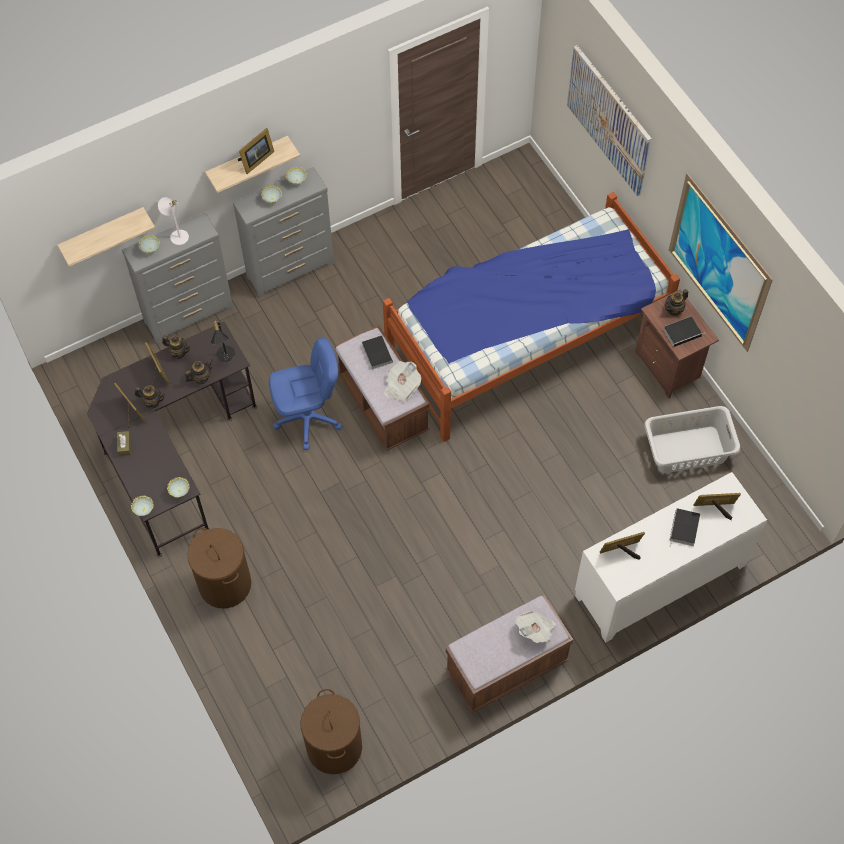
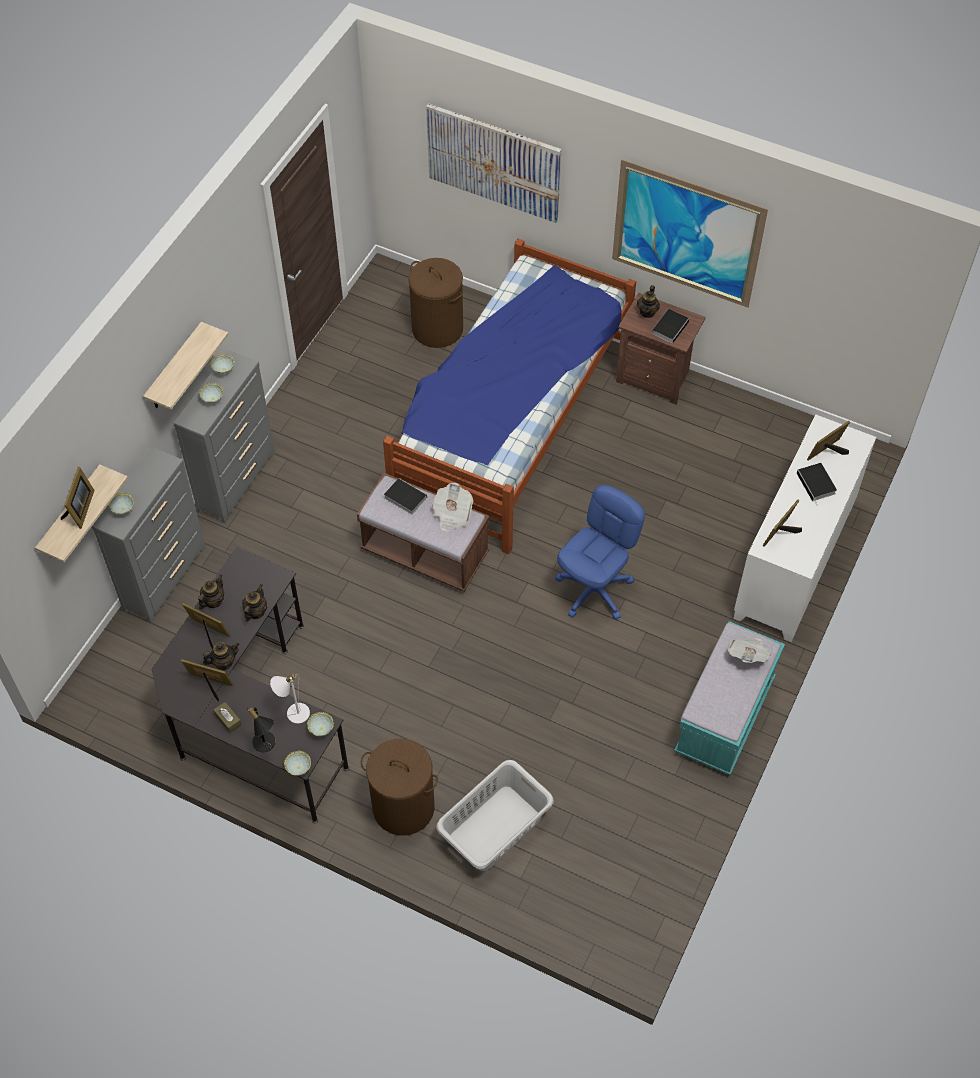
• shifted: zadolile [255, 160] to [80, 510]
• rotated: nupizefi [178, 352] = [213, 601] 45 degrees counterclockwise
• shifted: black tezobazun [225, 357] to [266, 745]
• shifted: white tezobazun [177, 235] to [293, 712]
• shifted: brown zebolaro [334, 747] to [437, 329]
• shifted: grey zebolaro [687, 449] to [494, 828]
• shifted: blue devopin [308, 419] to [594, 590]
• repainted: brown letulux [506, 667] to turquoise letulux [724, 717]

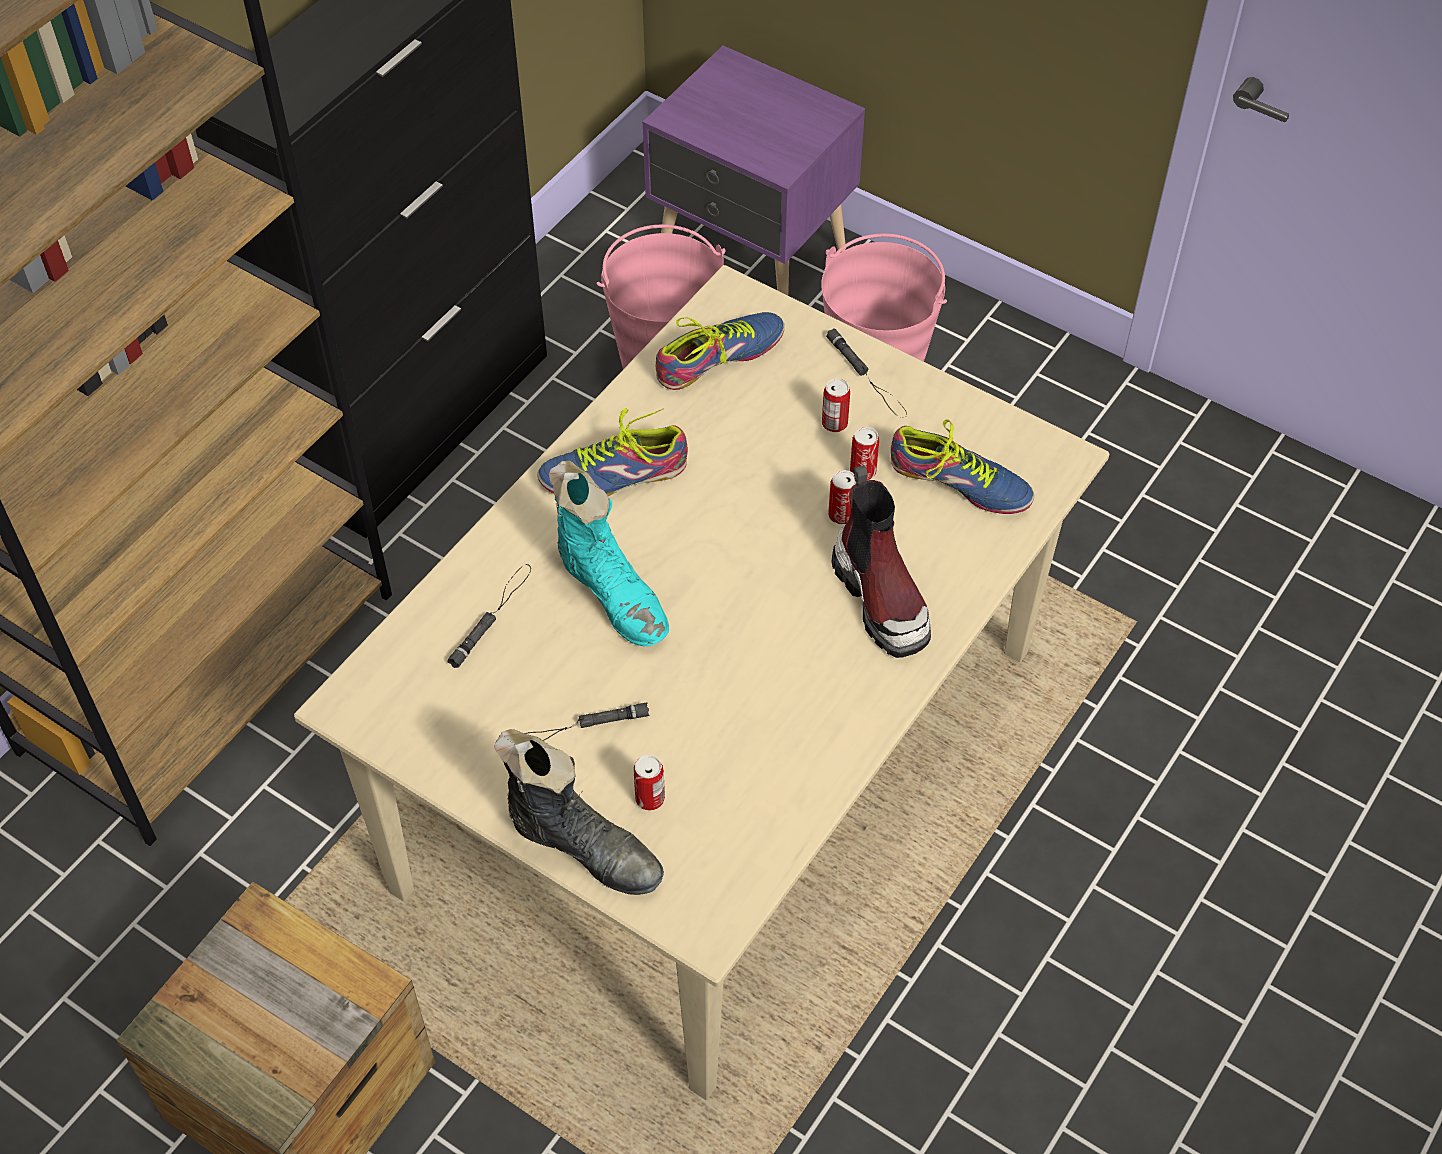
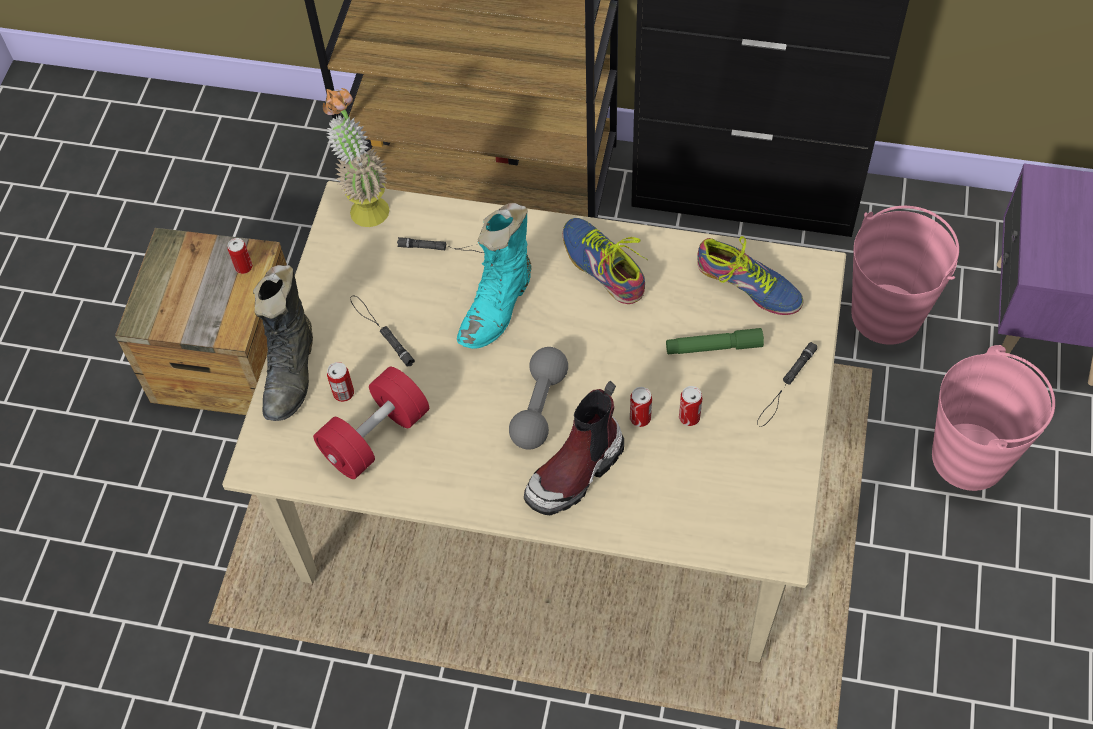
• shifted: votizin [834, 423] to [244, 267]
• new: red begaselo [375, 436]
• new: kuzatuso [365, 204]
• new: grey begaselo [539, 407]
• new: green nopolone [713, 347]
• gone: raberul [959, 482]

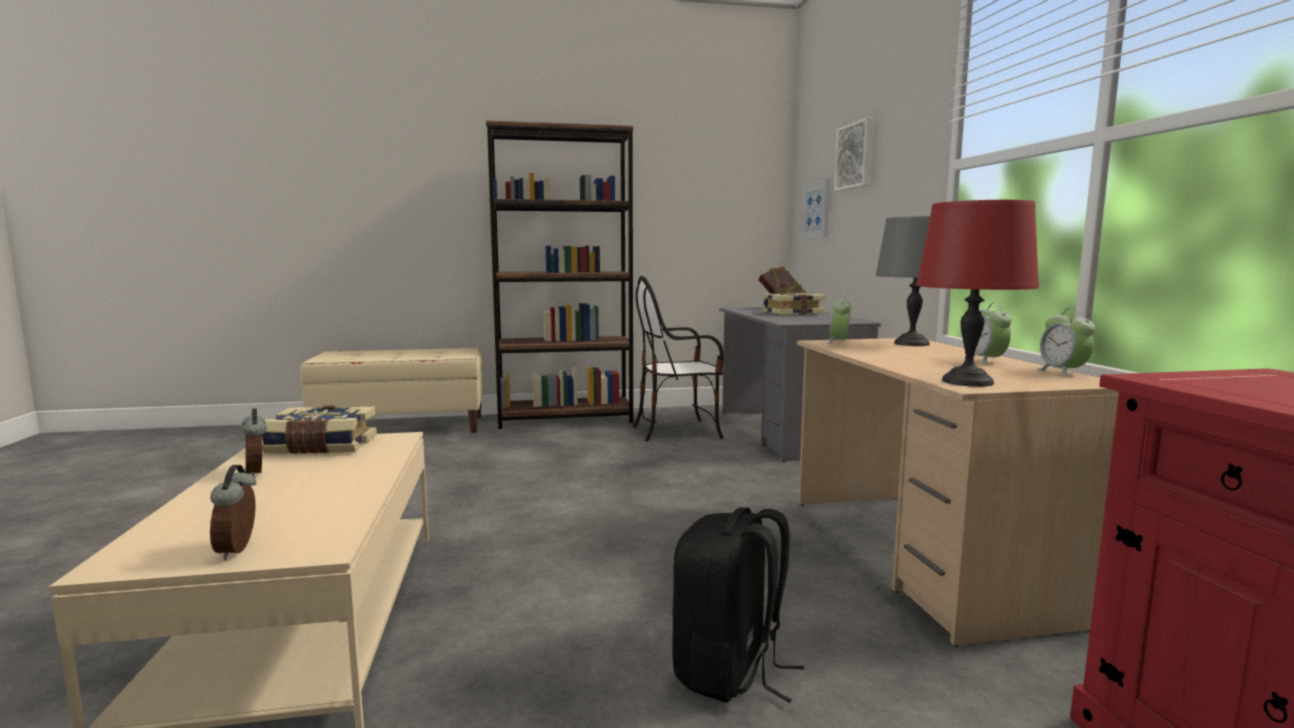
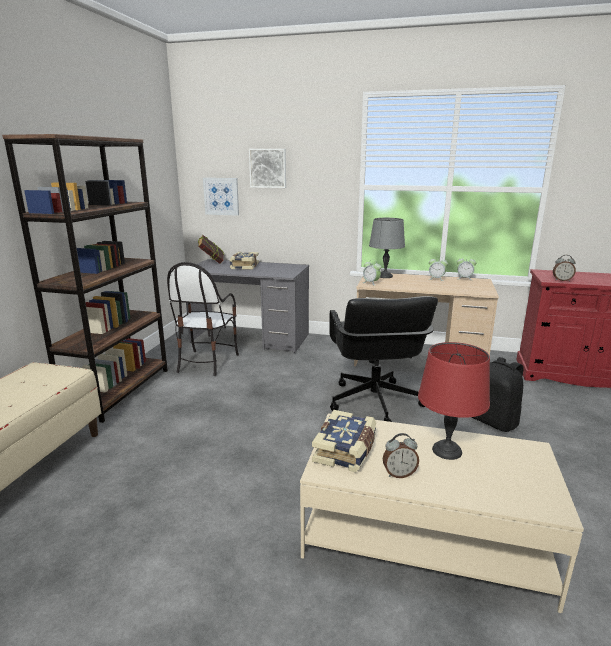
• new: black devopin [374, 402]
• shifted: red tezobazun [968, 382] to [447, 451]
• shifted: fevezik [239, 550] to [562, 280]

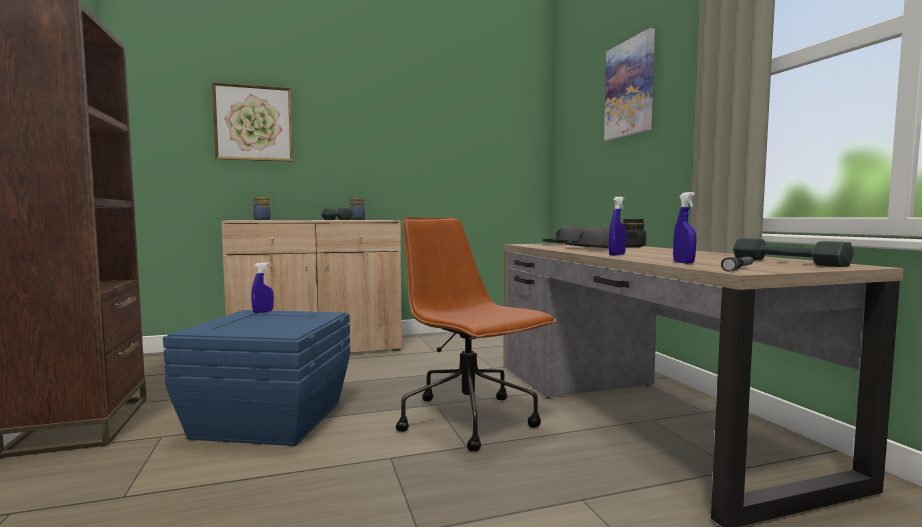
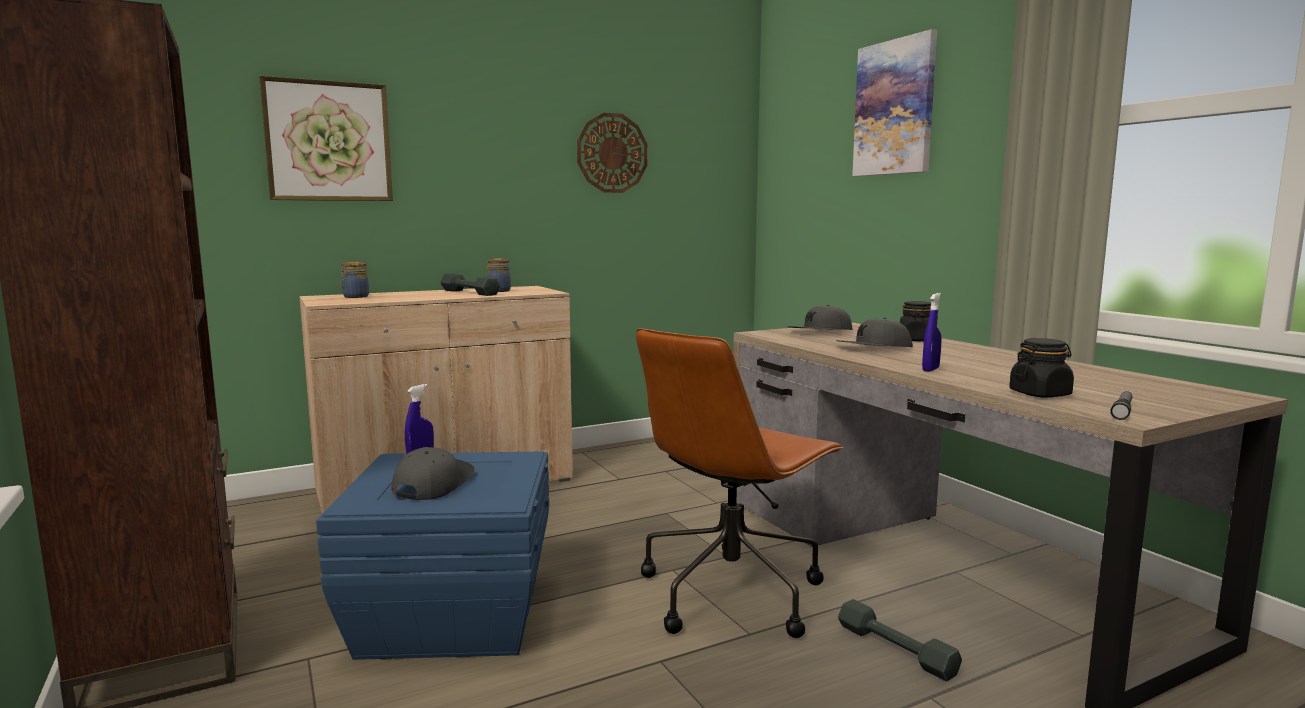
• new: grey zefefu [432, 483]
• new: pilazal [612, 153]
• rotated: brown devopin [469, 420] = [732, 592] 90 degrees counterclockwise
• shifted: grey begaselo [787, 262] to [895, 650]
• swapped: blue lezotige [683, 263] to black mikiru [1040, 394]

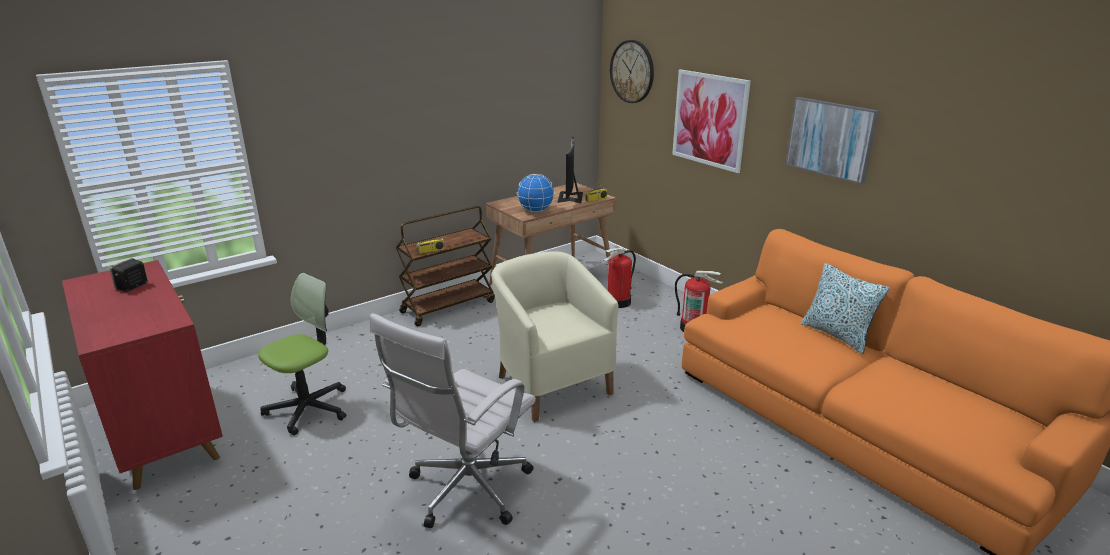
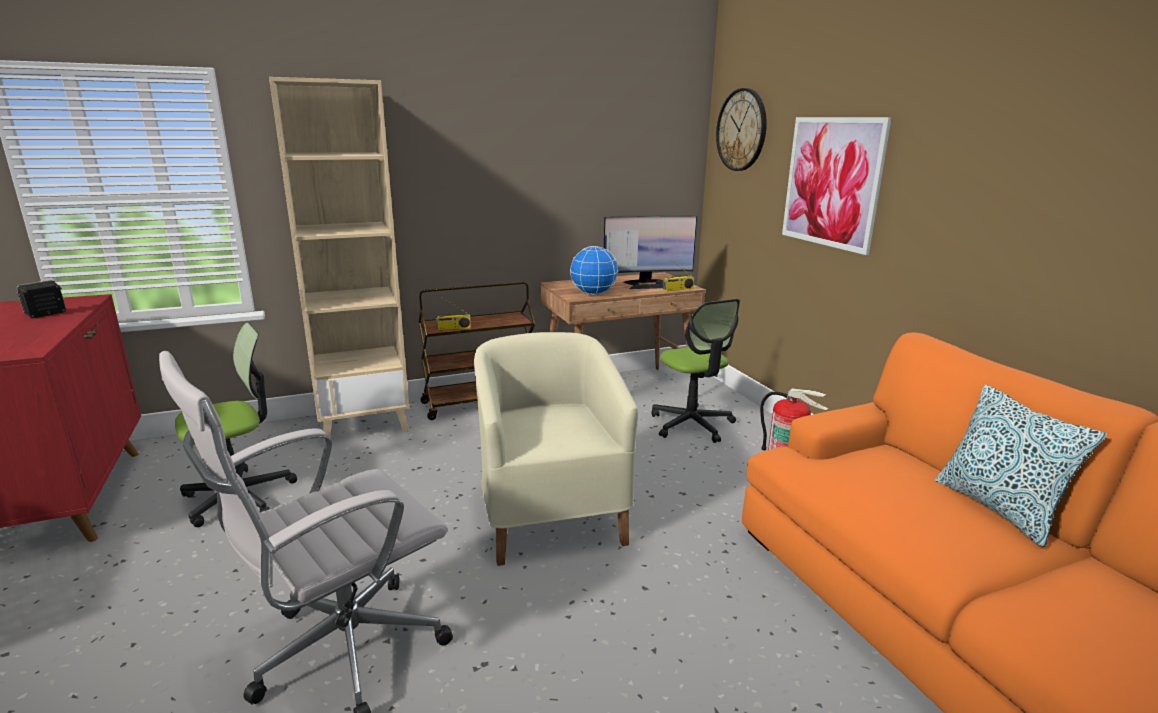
• new: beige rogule [365, 423]
• rotated: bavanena [570, 197] = [647, 284] 120 degrees counterclockwise
• swapped: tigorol [618, 302] to devopin [692, 424]
• gone: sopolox [830, 139]

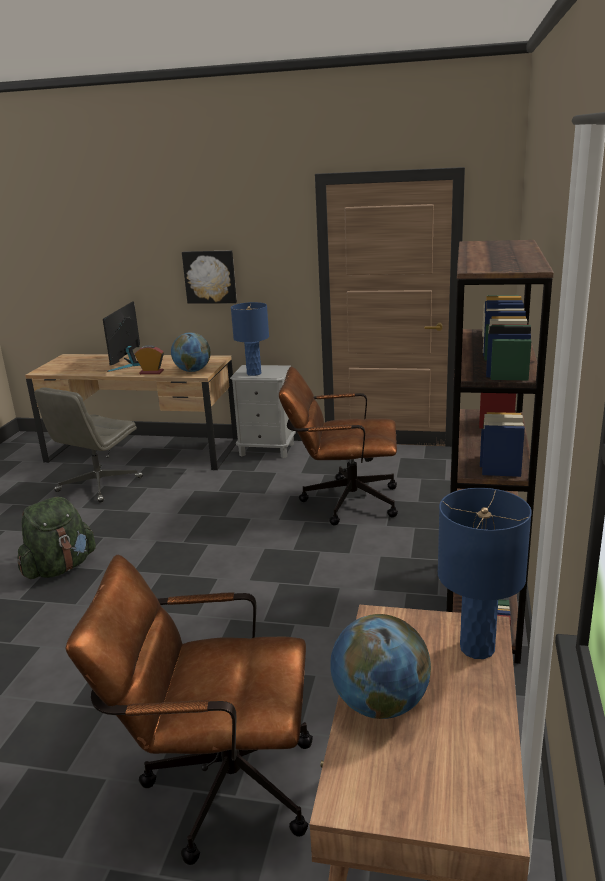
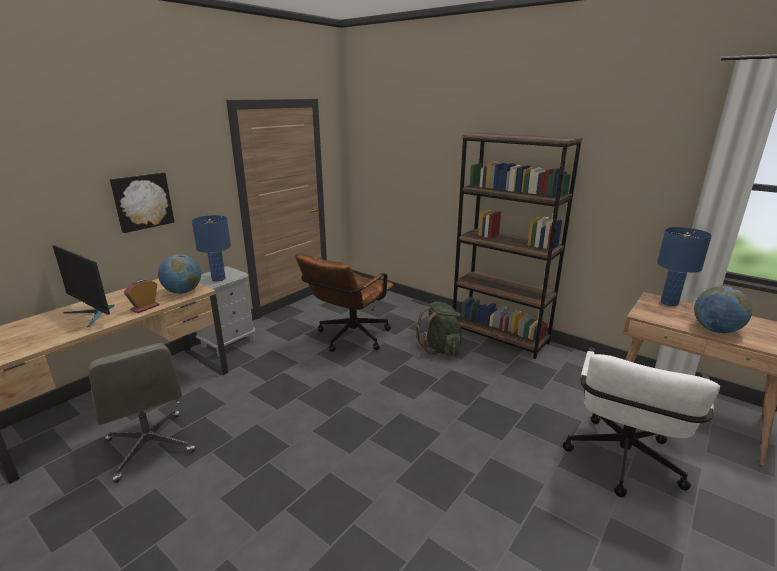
• shifted: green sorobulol [60, 568] to [441, 348]
• repainted: brown devopin [215, 784] to white devopin [621, 464]

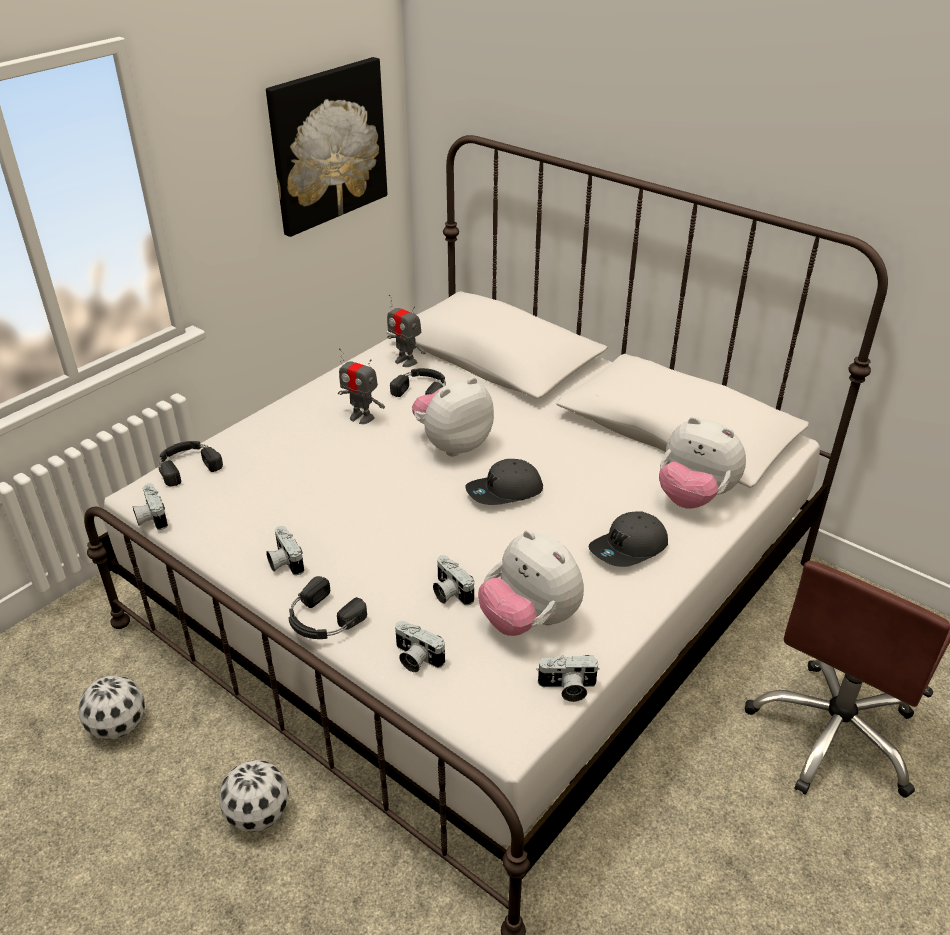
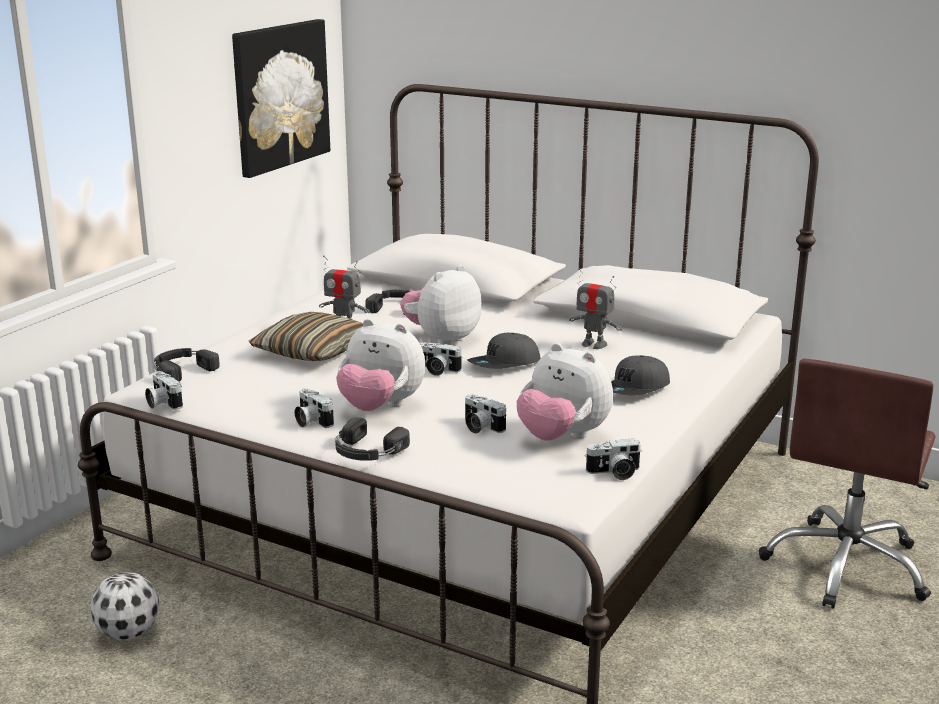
• new: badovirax [313, 351]
• shifted: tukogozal [694, 497] to [380, 407]
• shifted: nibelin [415, 658] to [437, 370]
• shifted: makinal [406, 361] to [594, 344]
• gone: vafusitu [258, 814]

